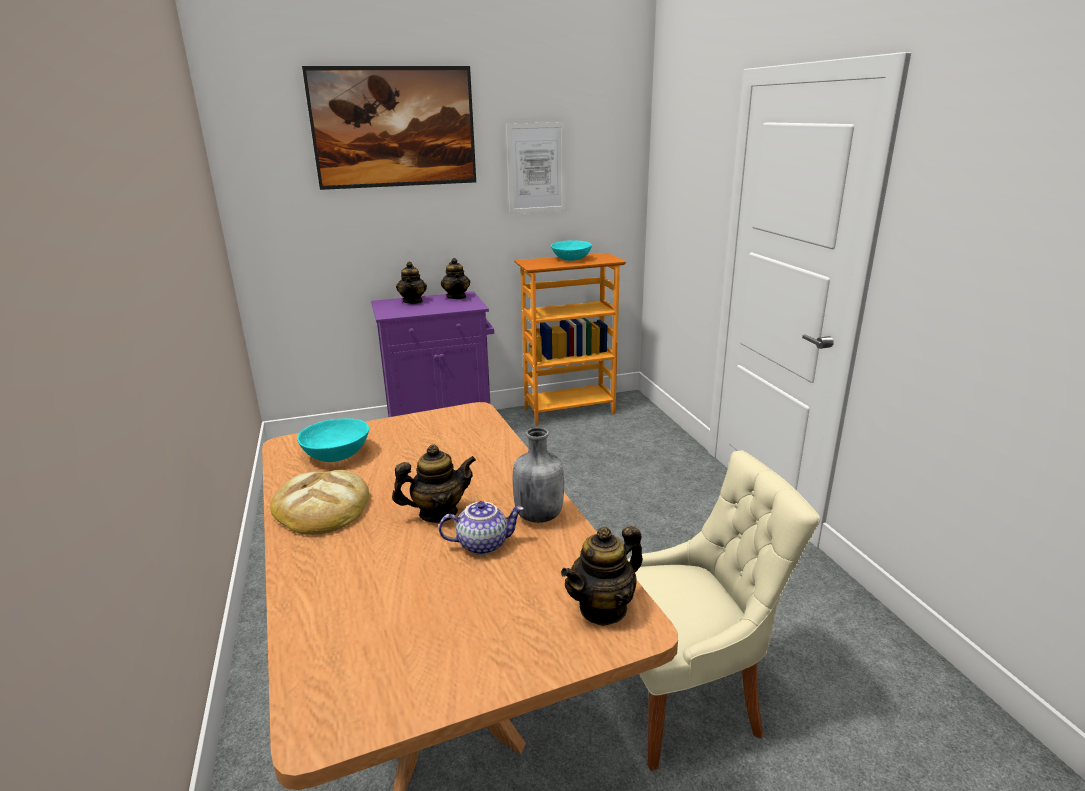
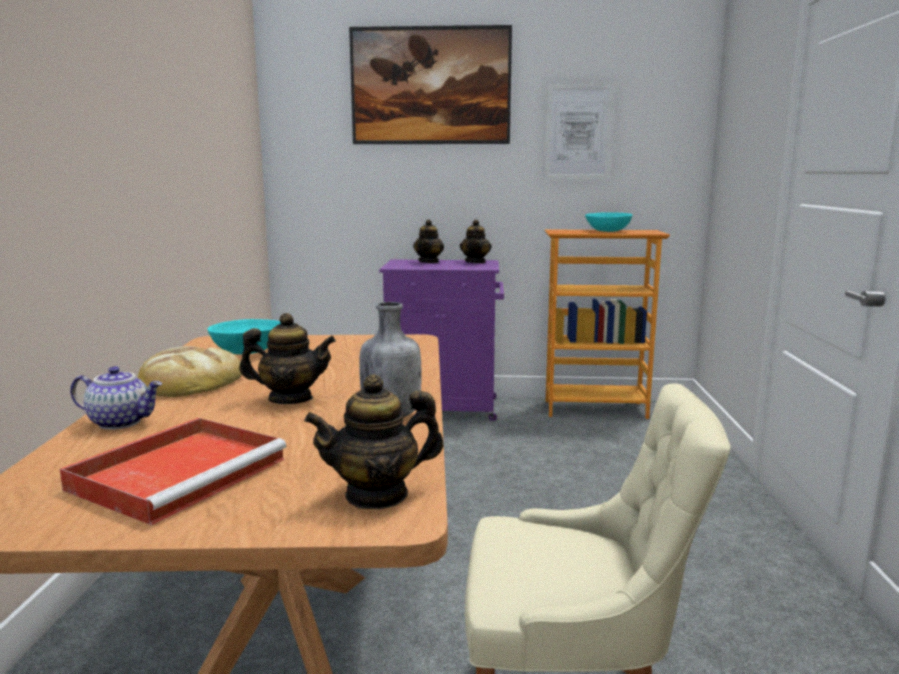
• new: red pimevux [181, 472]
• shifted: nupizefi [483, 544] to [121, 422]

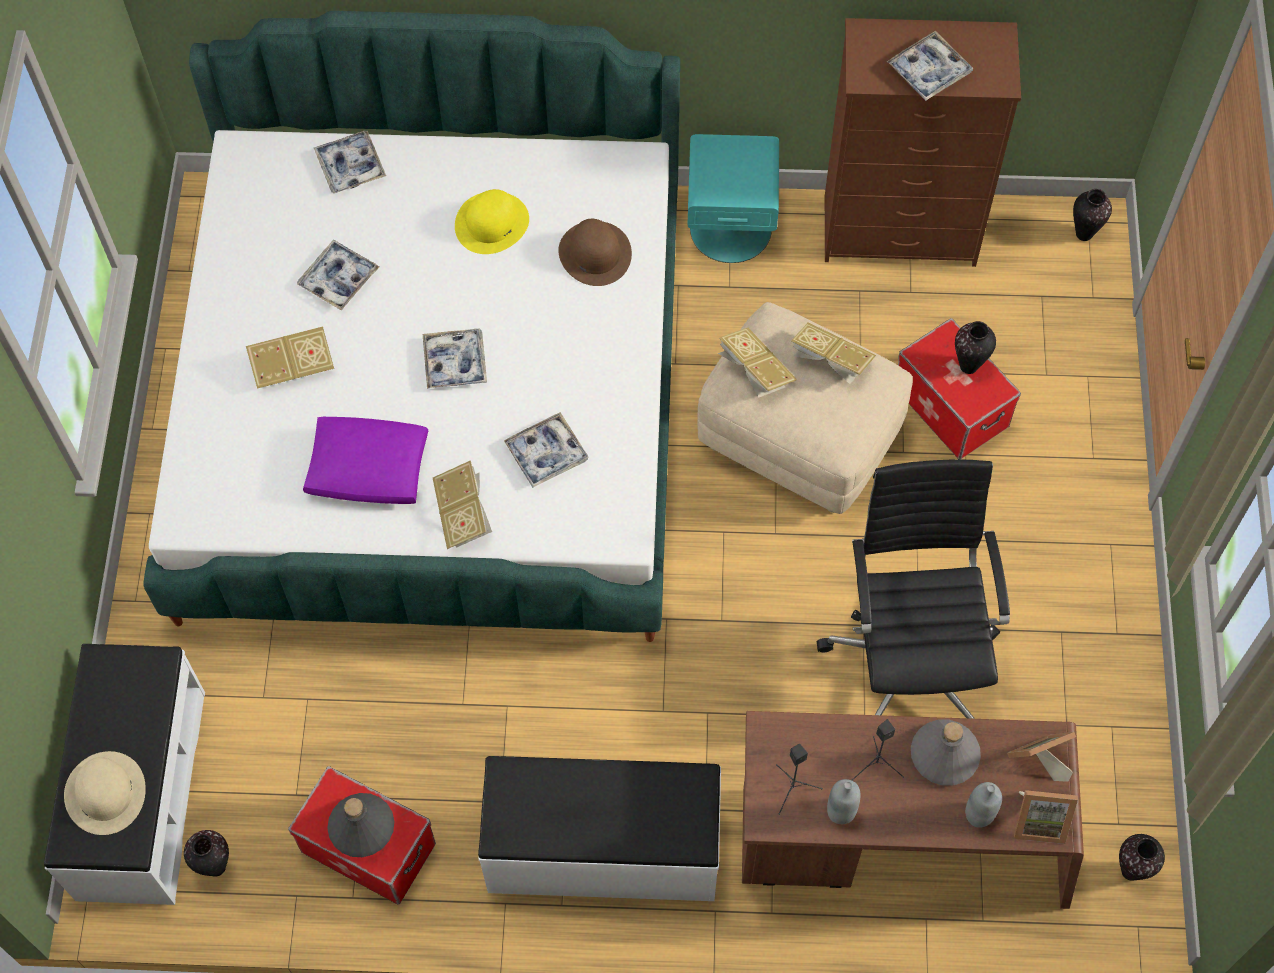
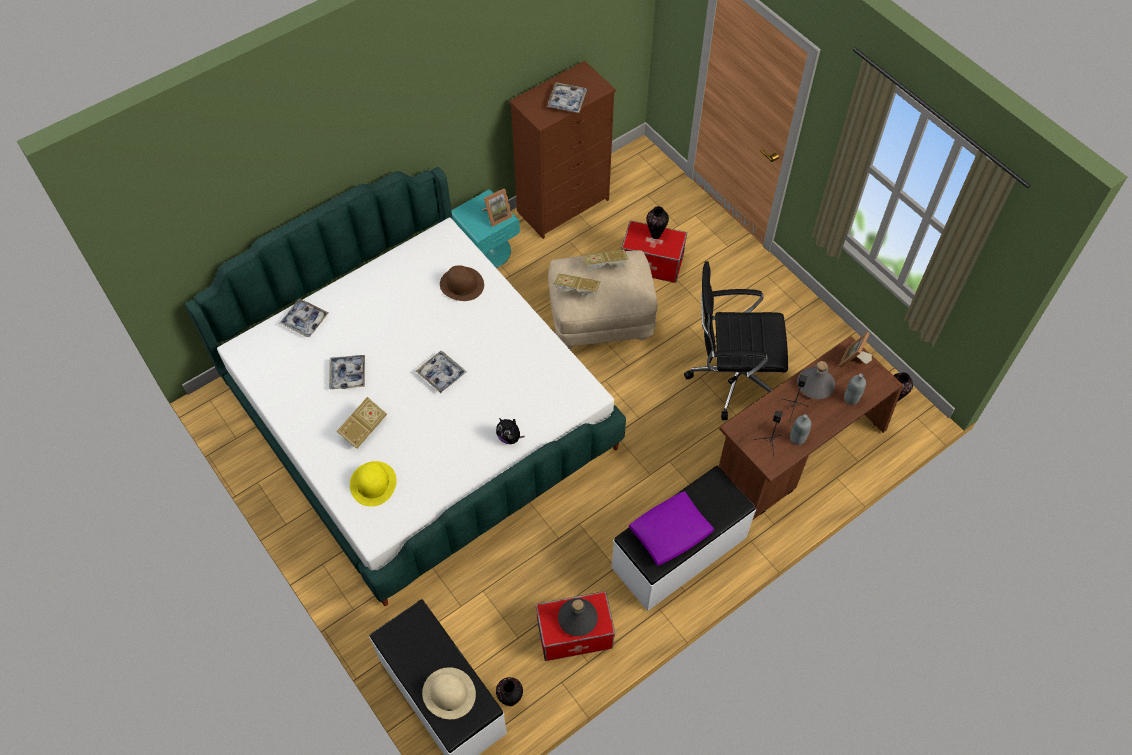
• shifted: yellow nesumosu [492, 222] to [373, 483]
• shifted: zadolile [1039, 821] to [497, 216]
• swapped: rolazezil [463, 514] to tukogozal [509, 437]
• shifted: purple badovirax [369, 468] to [671, 532]
• rotated: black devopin [911, 659] = [732, 377] 45 degrees counterclockwise
• gone: pimevux [546, 454]
• gone: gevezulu [1083, 233]

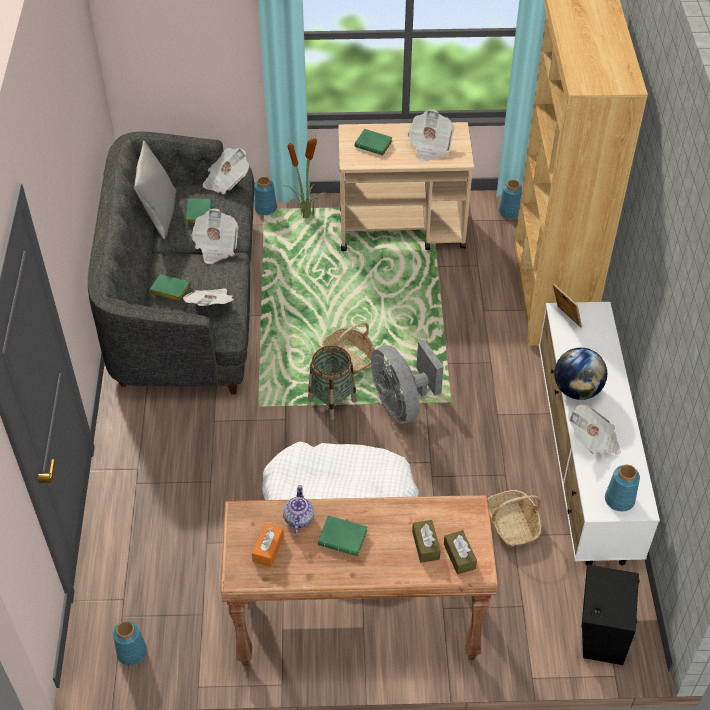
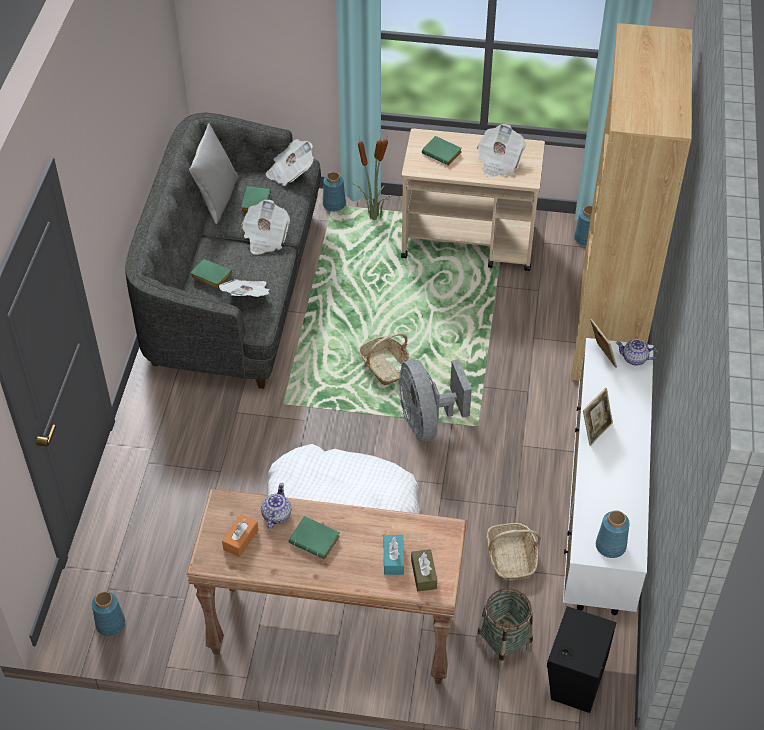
• repainted: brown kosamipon [425, 545] to turquoise kosamipon [393, 559]
• shifted: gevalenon [332, 401] to [503, 645]
• swapped: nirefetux [577, 390] to zadolile [595, 430]
• new: nupizefi [635, 359]
• gone: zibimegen [593, 441]

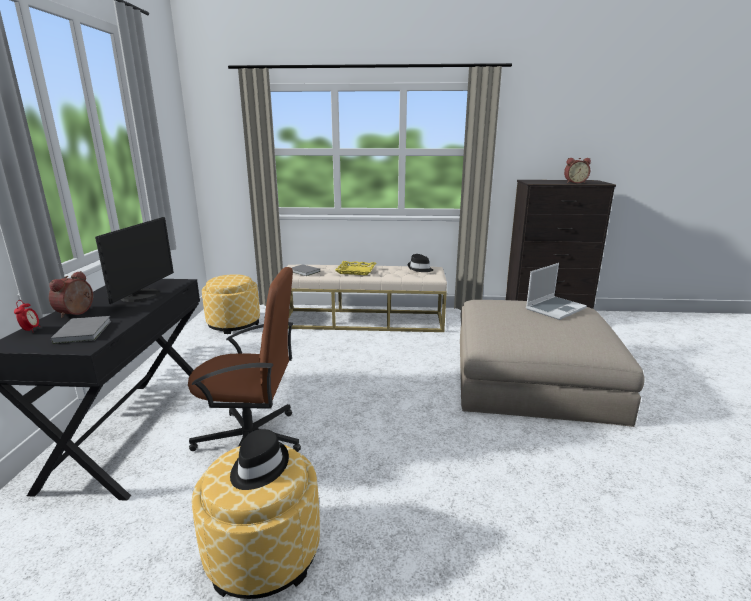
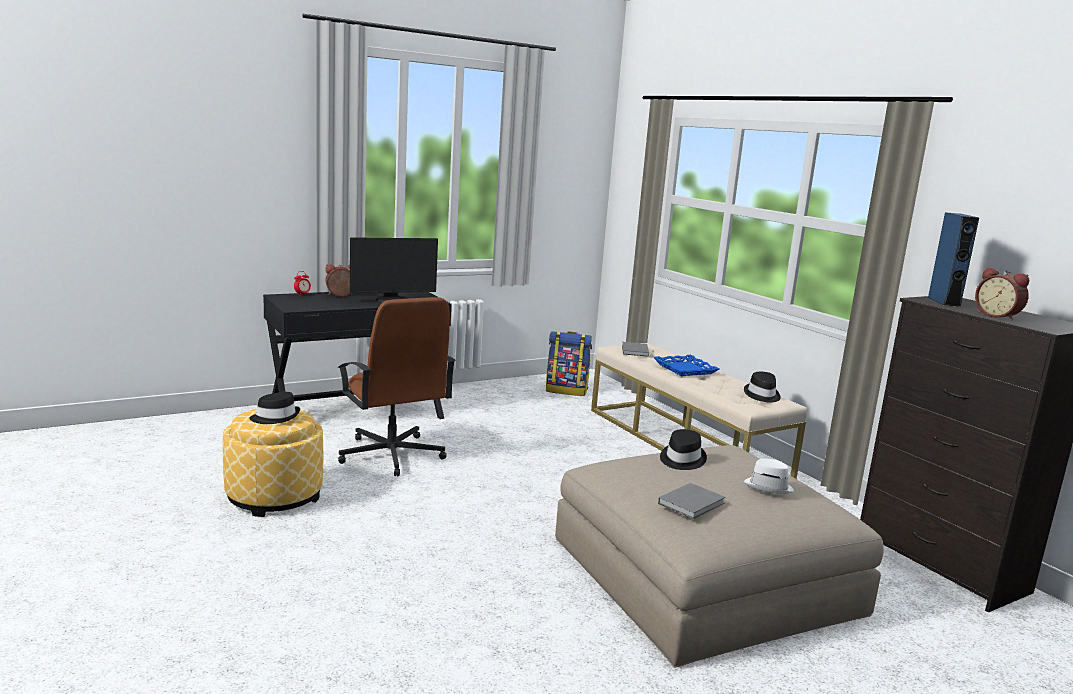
• swapped: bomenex [234, 324] to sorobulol [566, 390]
• repainted: yellow pimevux [356, 270] to blue pimevux [685, 369]
• shifted: grey rolazezil [84, 331] to [693, 503]
• new: black nesumosu [681, 459]
• swapped: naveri [555, 308] to white nesumosu [769, 486]
• new: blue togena [943, 302]

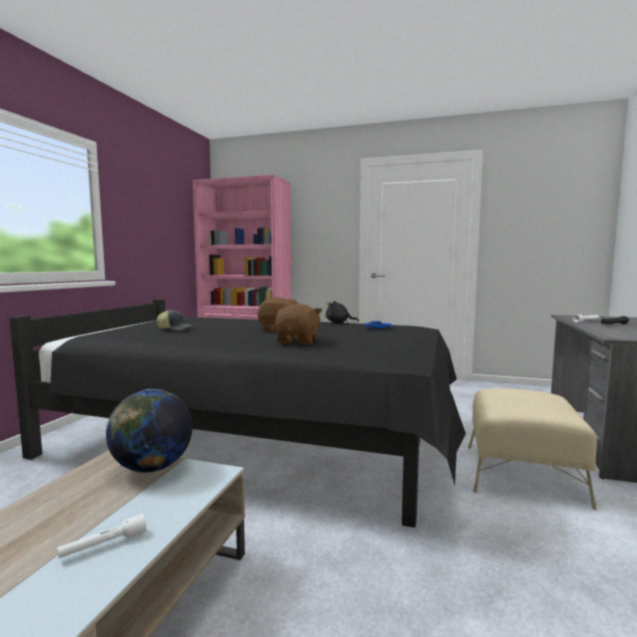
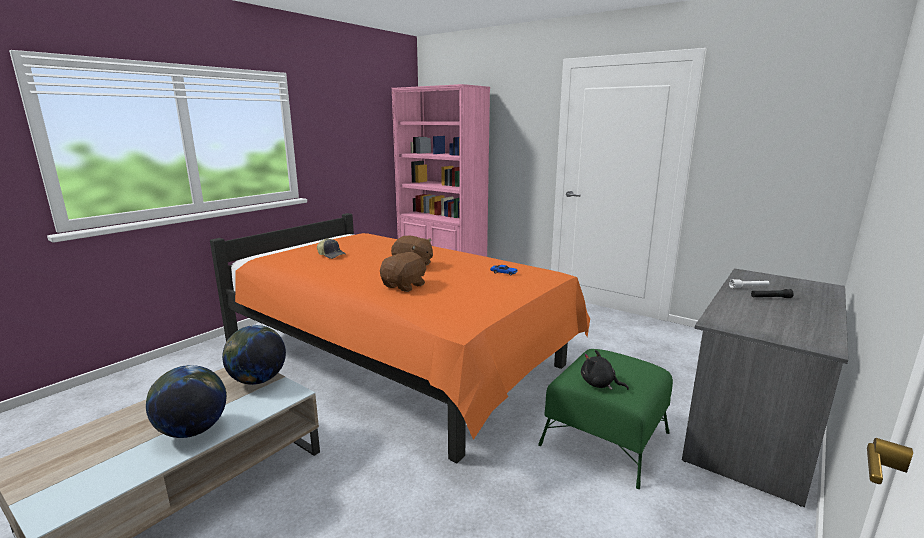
• swapped: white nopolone [103, 545] to nirefetux [193, 431]
• repainted: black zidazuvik [259, 440] to orange zidazuvik [398, 358]
• repainted: beige bomenex [523, 473] to green bomenex [606, 438]
• shifted: black tukogozal [339, 323] to [599, 384]

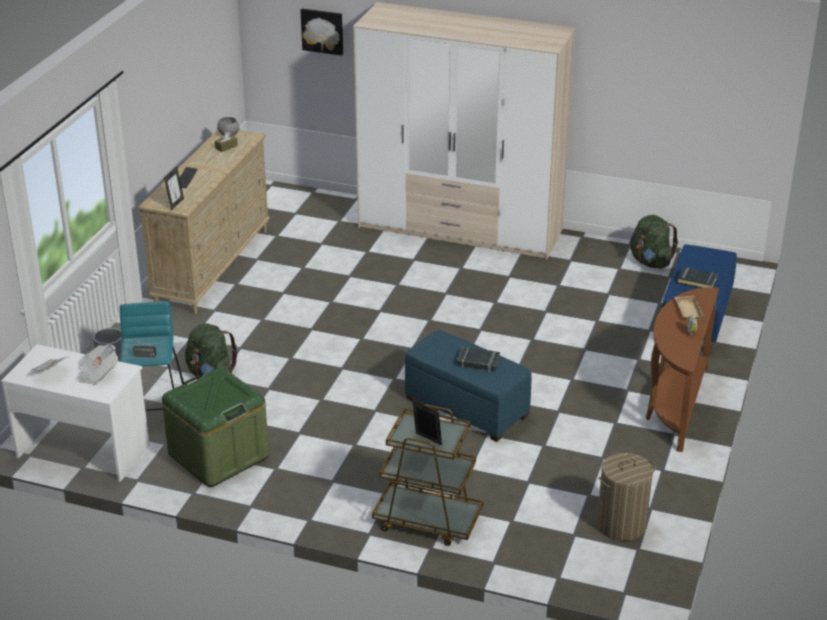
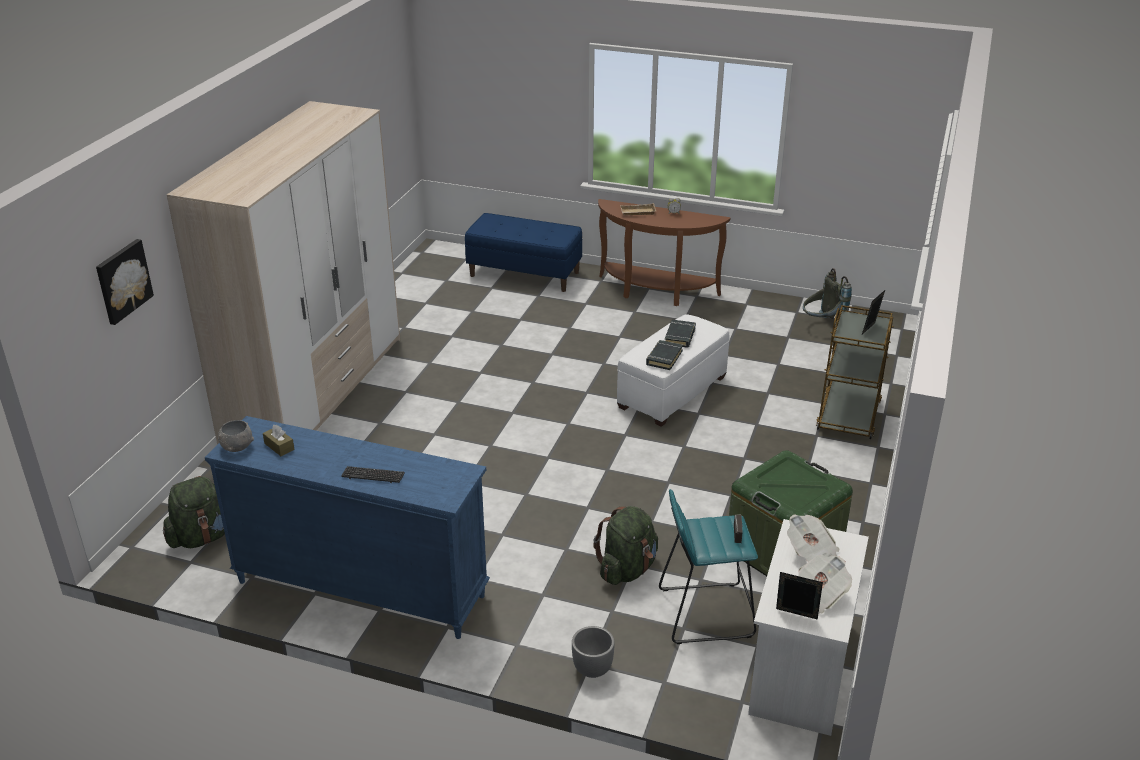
• shifted: green sorobulol [650, 262] to [202, 537]
• repainted: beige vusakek [213, 266] to blue vusakek [360, 588]
• repainted: blue bomenex [466, 408] to white bomenex [672, 393]
• shifted: black rolazezil [697, 281] to [664, 358]
• shifted: zadolile [175, 204] to [796, 616]
• swapped: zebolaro [621, 525] to grey sorobulol [821, 325]

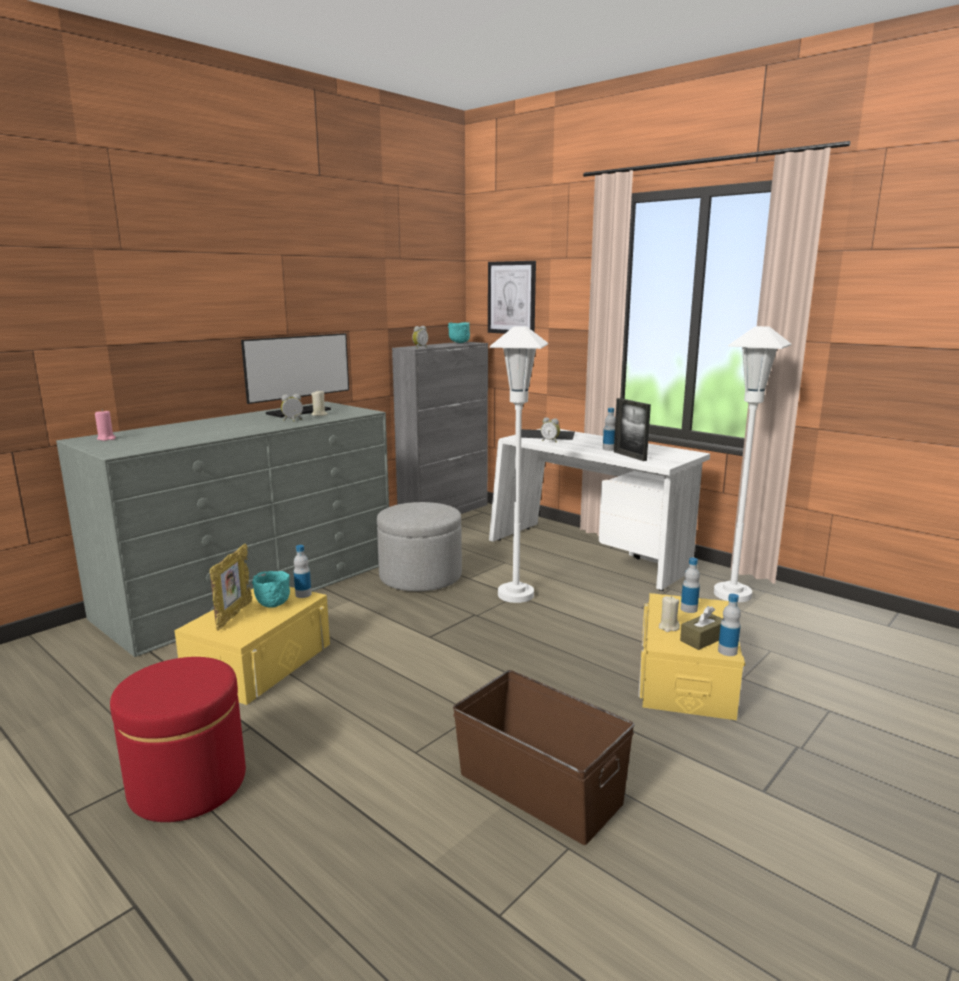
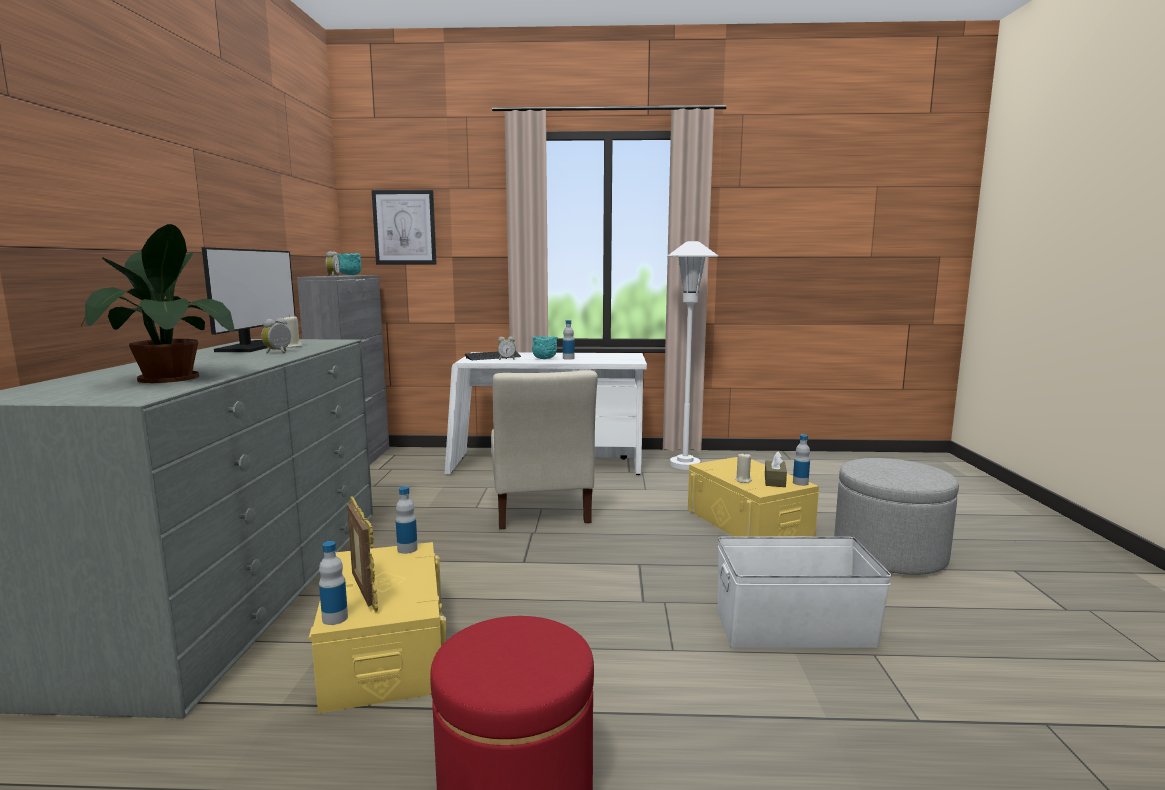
• new: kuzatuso [168, 379]
• shifted: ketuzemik [688, 609] to [335, 618]
• swapped: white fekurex [515, 595] to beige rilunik [539, 508]
• shifted: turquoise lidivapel [272, 605] to [544, 359]
• repainted: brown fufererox [539, 787] to white fufererox [792, 627]
• shifted: grey bomenex [420, 576] to [889, 553]
• gone: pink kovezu [106, 439]
• gone: zadolile [629, 456]

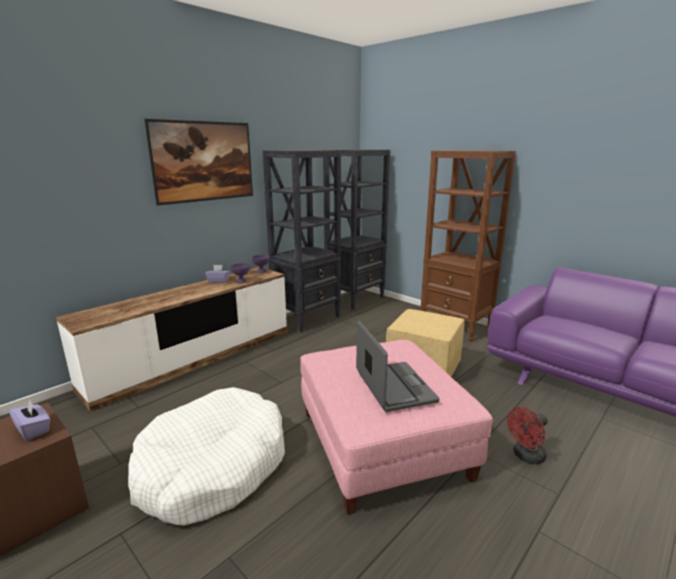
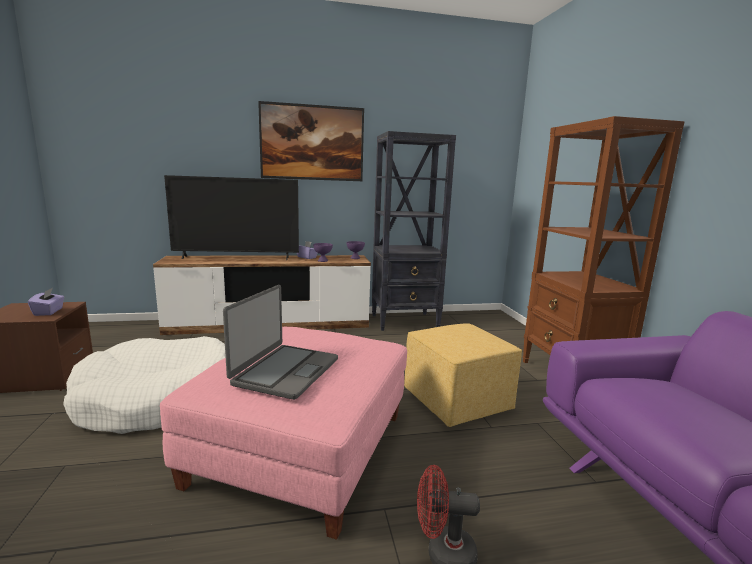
• new: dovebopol [236, 258]
• gone: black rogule [355, 299]

